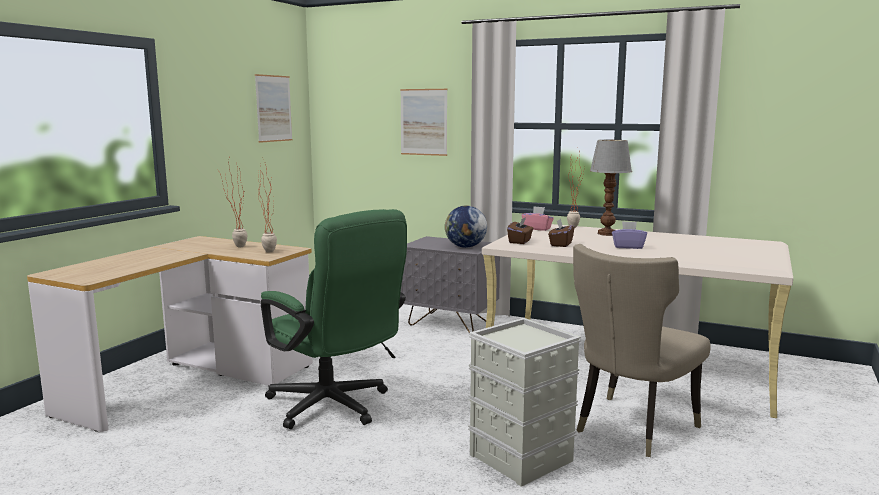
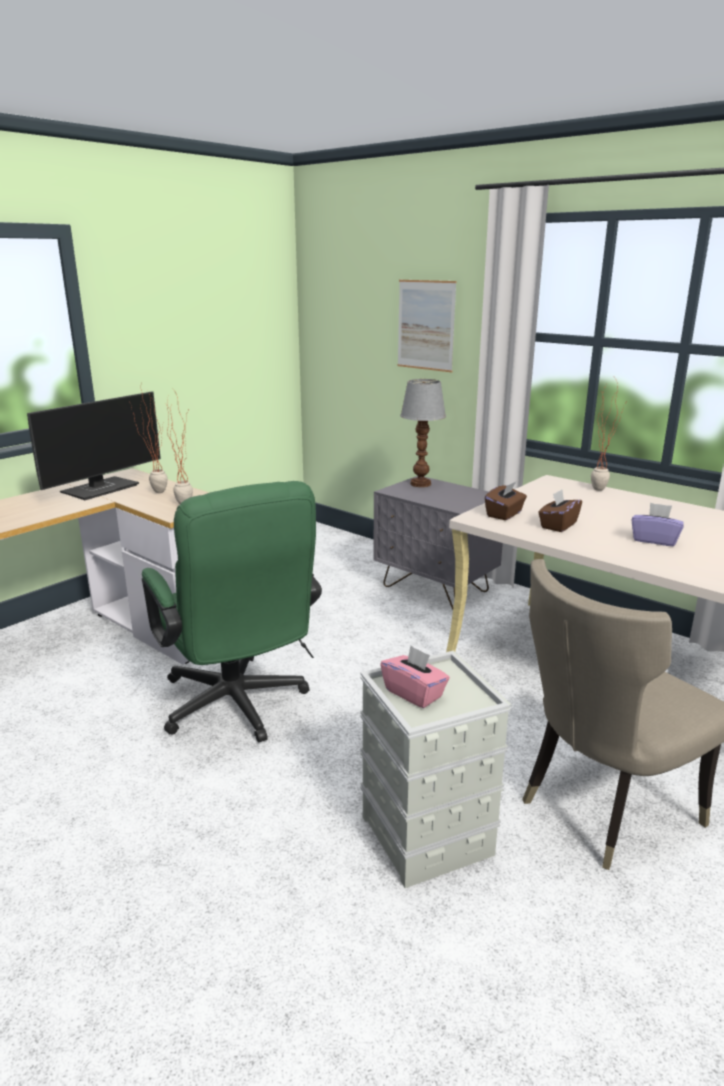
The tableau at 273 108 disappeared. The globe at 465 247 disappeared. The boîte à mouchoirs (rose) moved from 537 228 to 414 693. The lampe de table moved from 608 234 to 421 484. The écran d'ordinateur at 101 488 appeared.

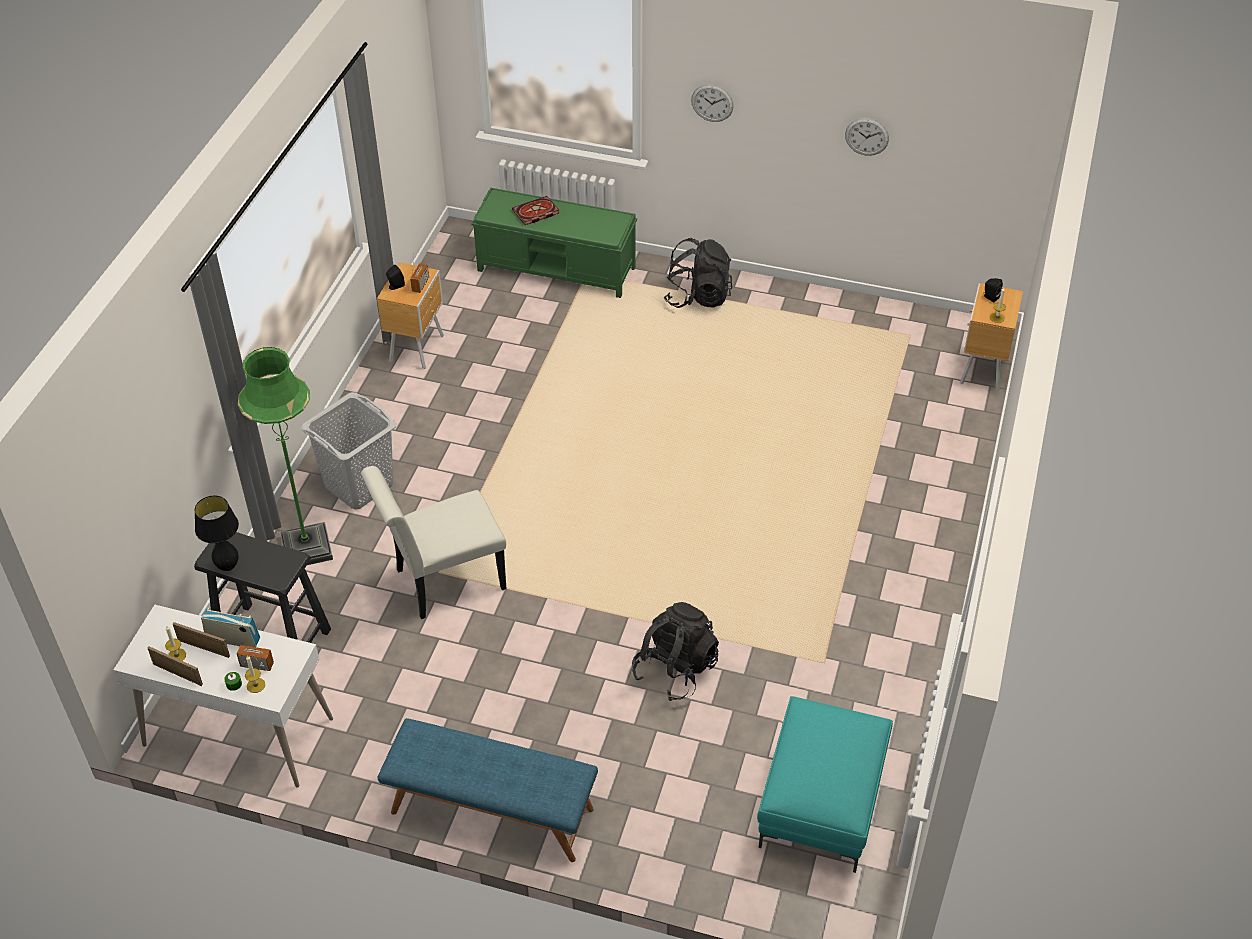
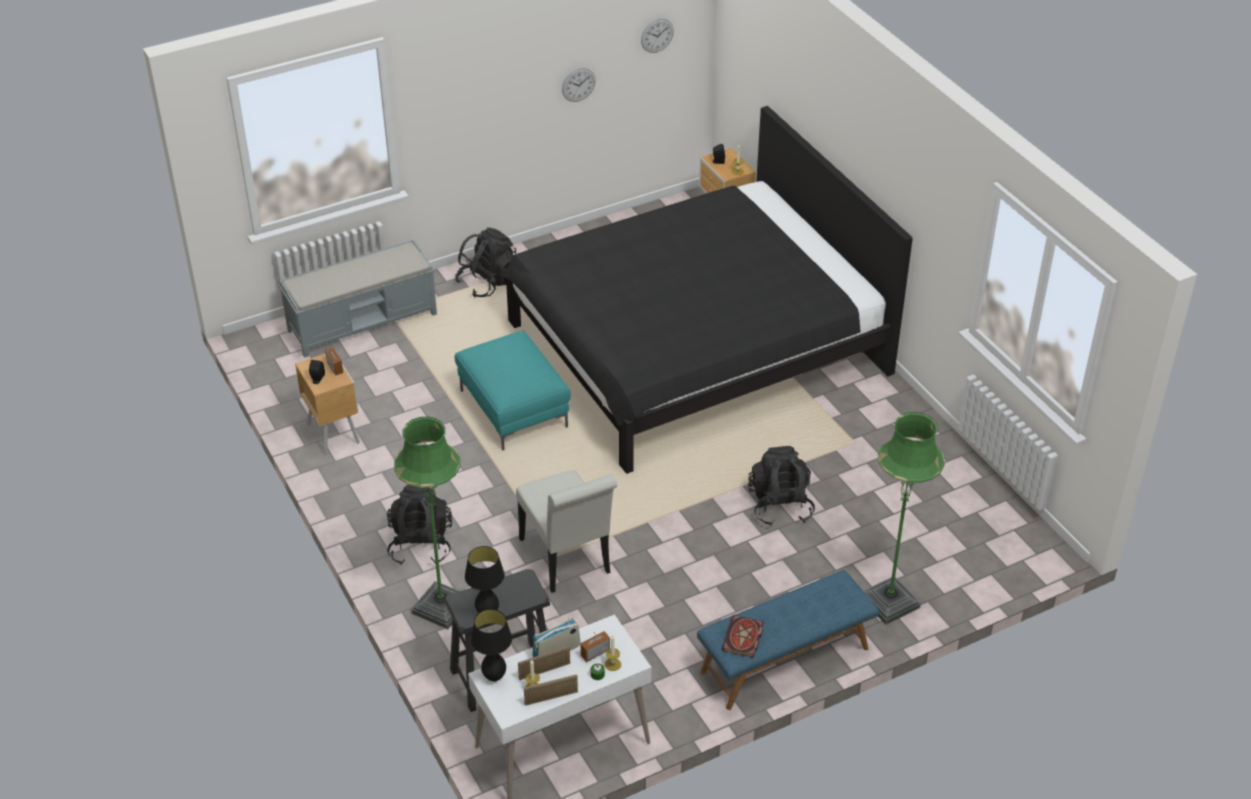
The panier à linge (gris) at 358 485 was replaced by the sac à dos (noir) at 421 545. The chaise (blanc) at 443 582 turned 45 degrees counterclockwise. The banc (vert) at 557 269 became the banc (gris) at 363 322. The livre moved from 535 213 to 743 639. The horloge murale moved from 712 102 to 657 35. The pouf (turquoise) moved from 822 804 to 515 409. The lampe de table (noir) at 494 677 appeared. The lit (noir) at 695 347 appeared. The lampadaire (vert) at 889 602 appeared.

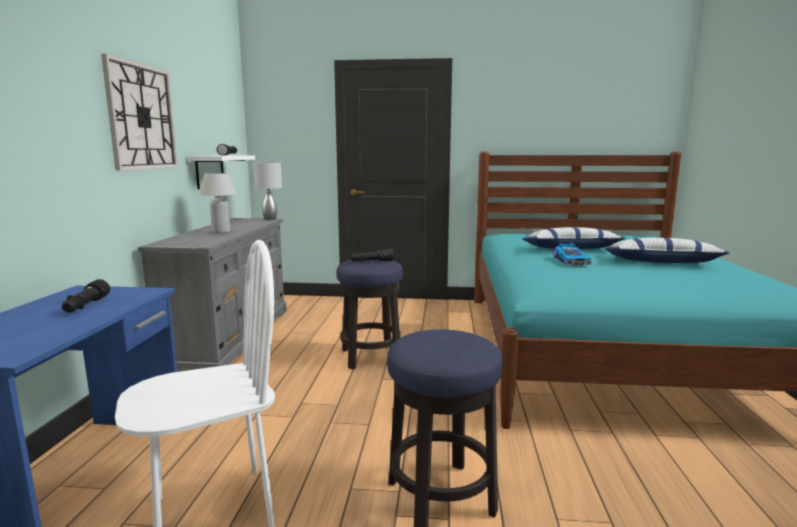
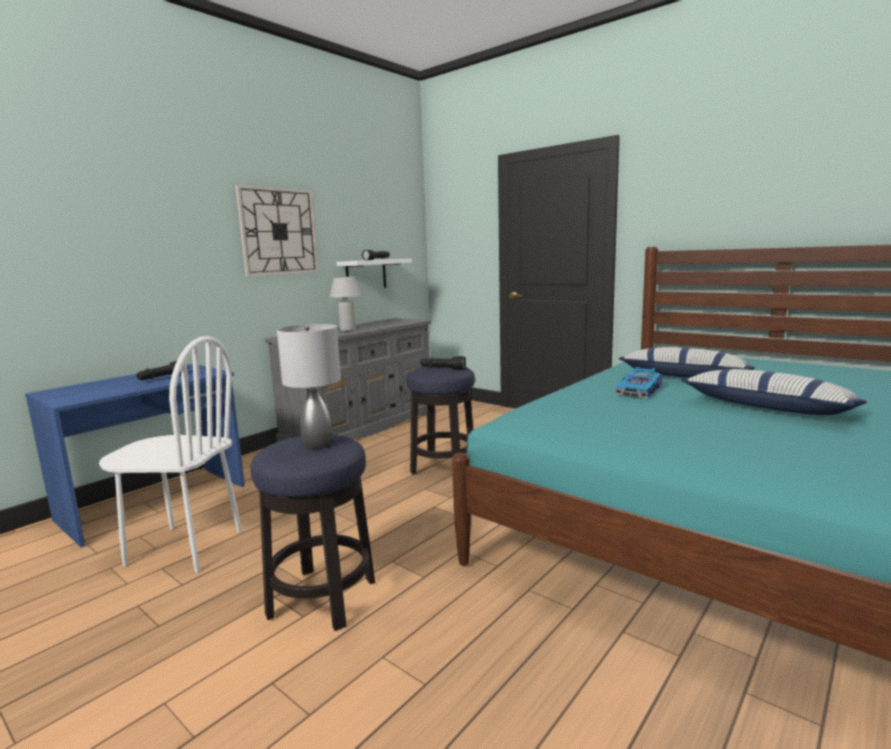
The lampe de table (gris) moved from 270 219 to 318 445.

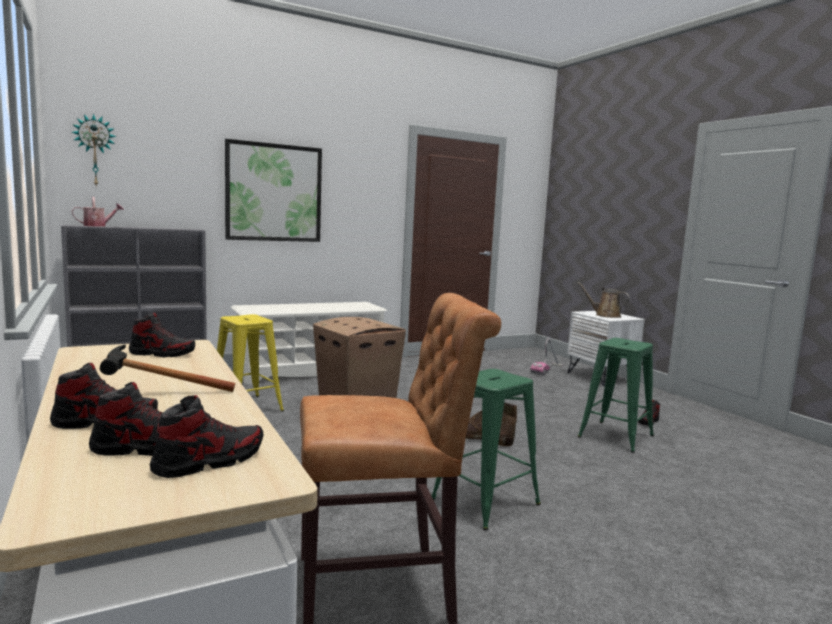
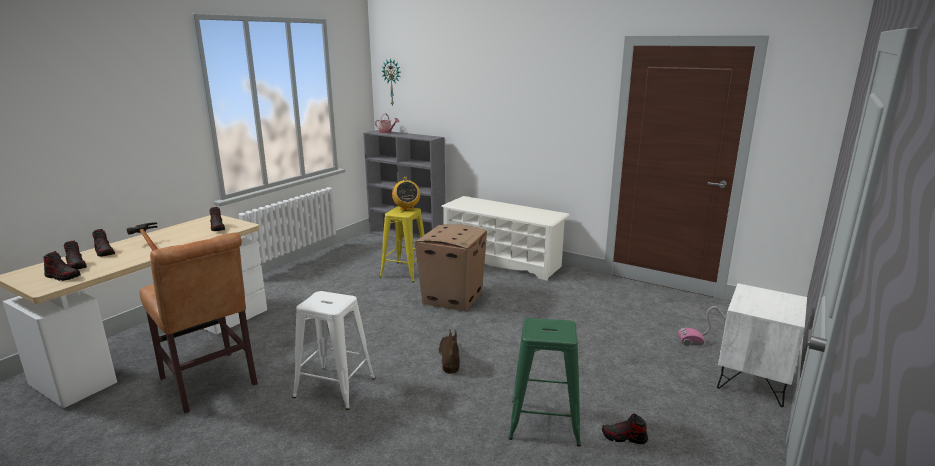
The tableau at 274 193 disappeared. The tabouret (vert) at 485 501 became the tabouret (blanc) at 335 387. The arrosoir (marron) at 605 315 disappeared. The radio at 406 208 appeared.

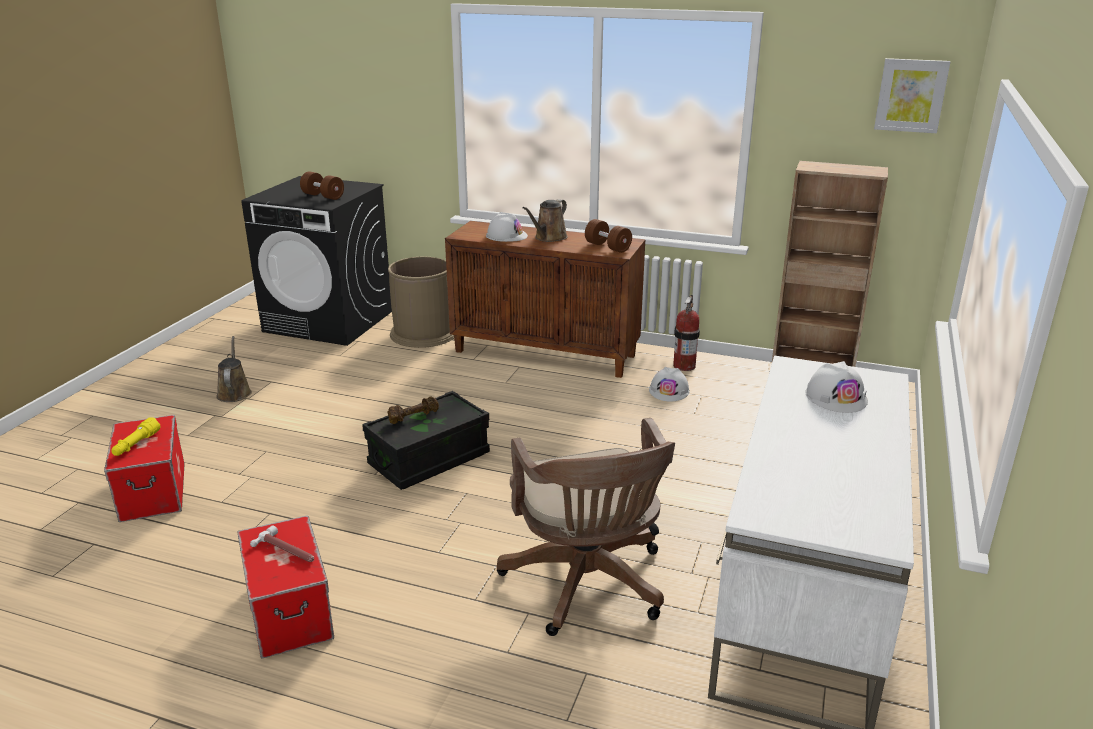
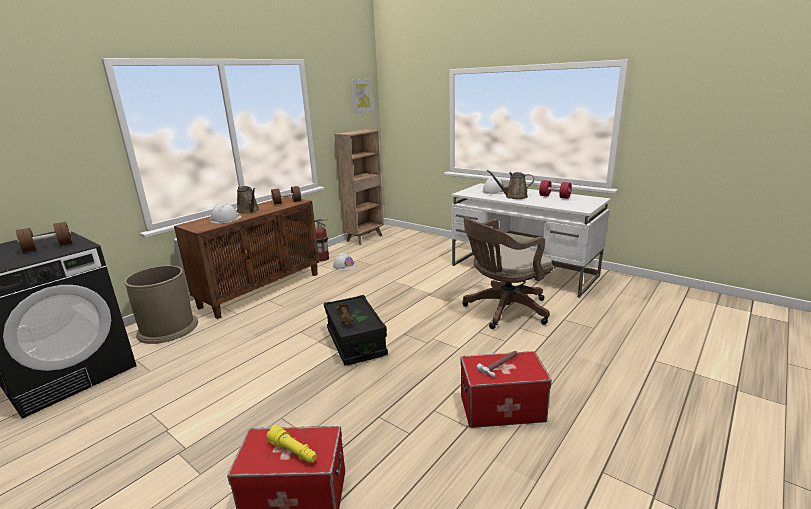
The arrosoir (marron) moved from 234 392 to 514 197. The chaise de bureau (marron) at 588 586 turned 150 degrees clockwise. The haltère (rouge) at 554 197 appeared.

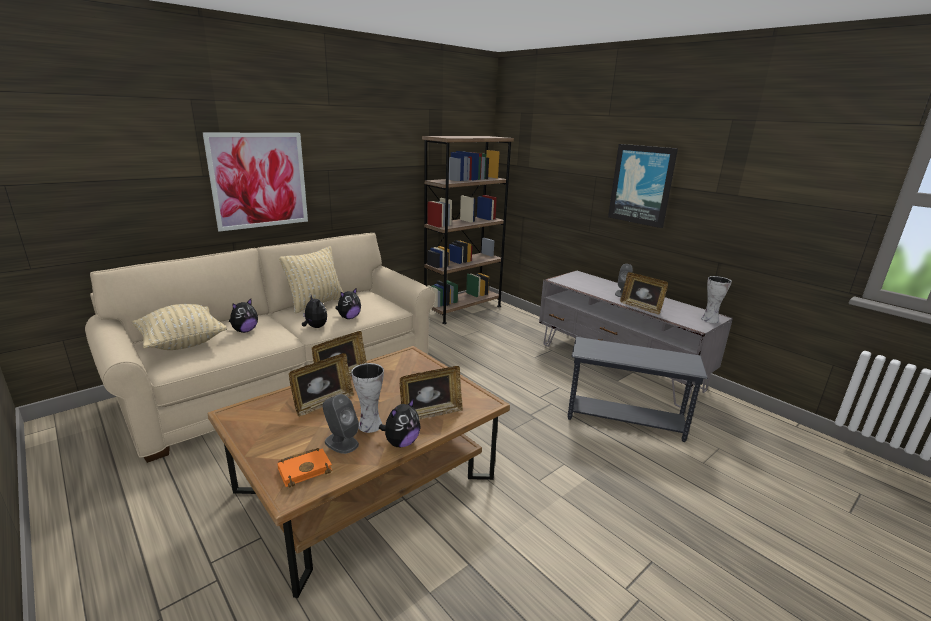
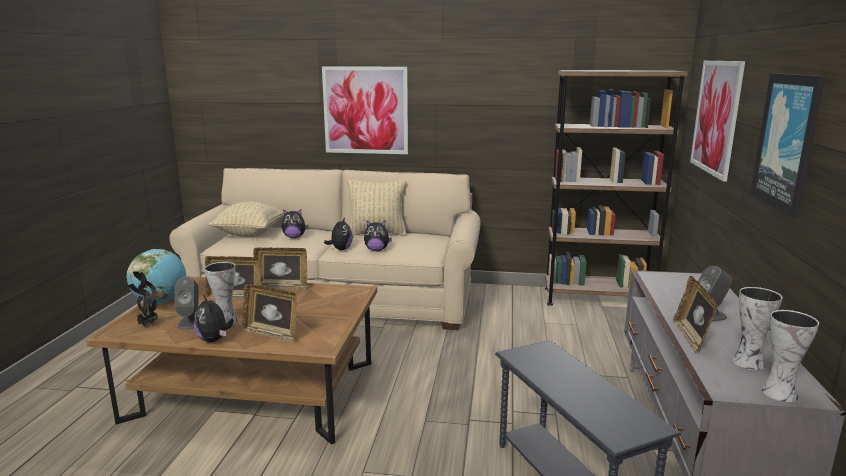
The livre (orange) at 306 469 was replaced by the plante en pot at 147 325. The peluche at 401 442 turned 60 degrees clockwise. The globe at 161 301 appeared. The tableau at 716 117 appeared. The vase at 748 363 appeared.

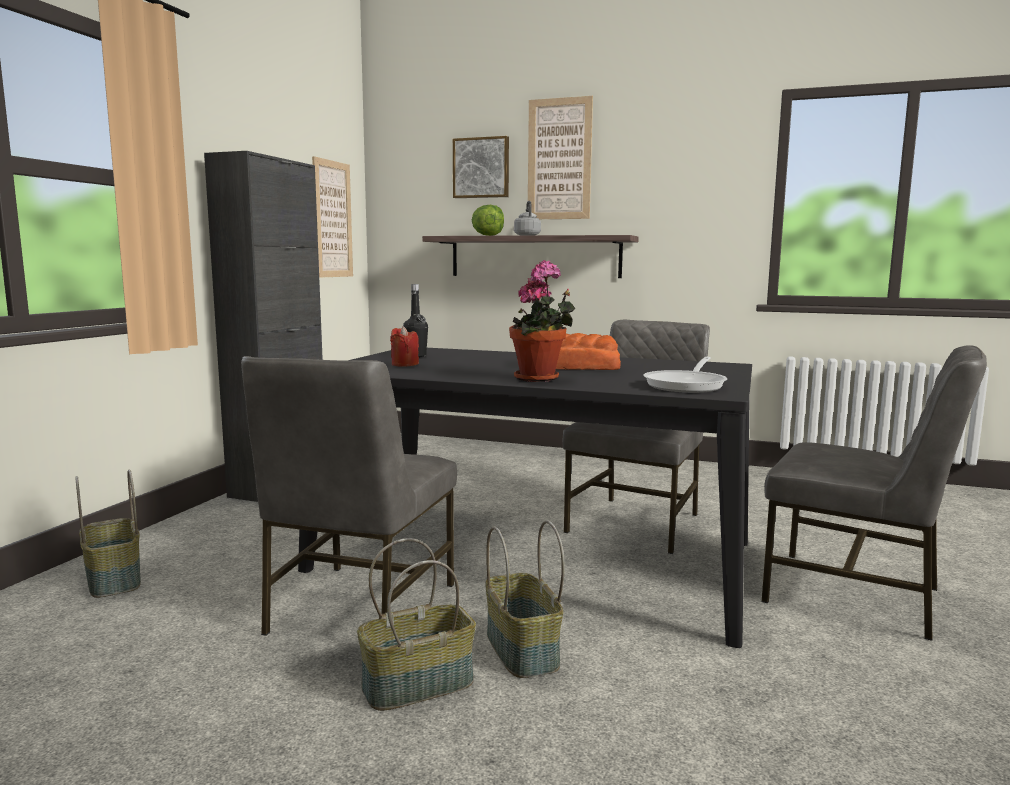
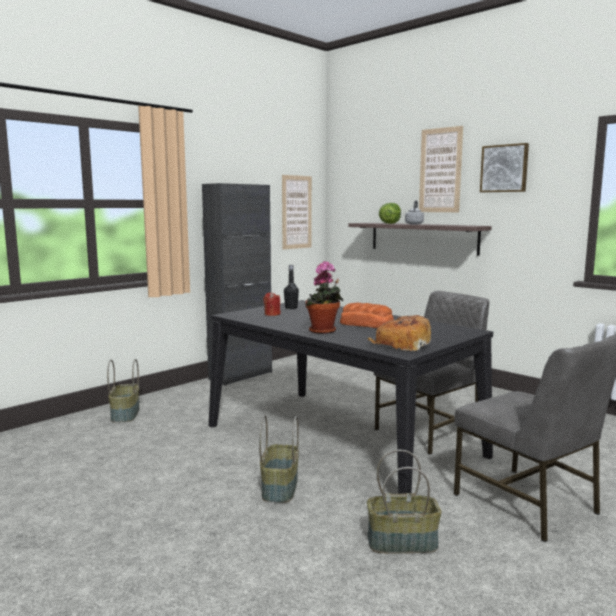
The chaise (gris) at 358 609 disappeared. The panier moved from 418 684 to 402 542. The tableau moved from 481 168 to 504 168. The poêle at 687 385 was replaced by the pain at 401 344.

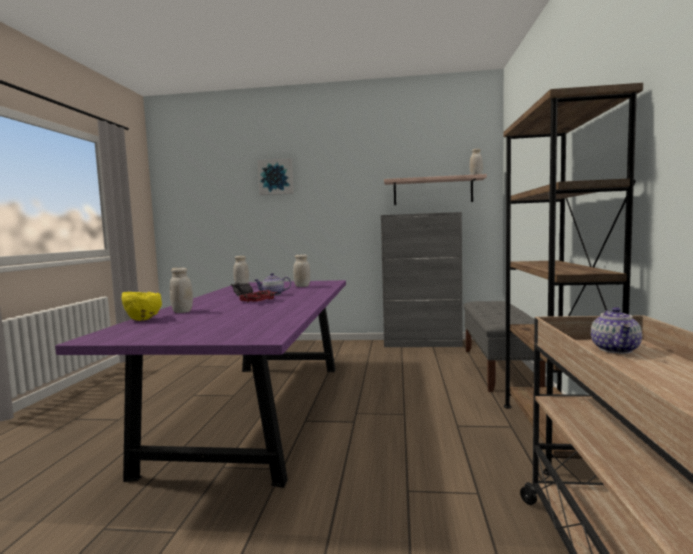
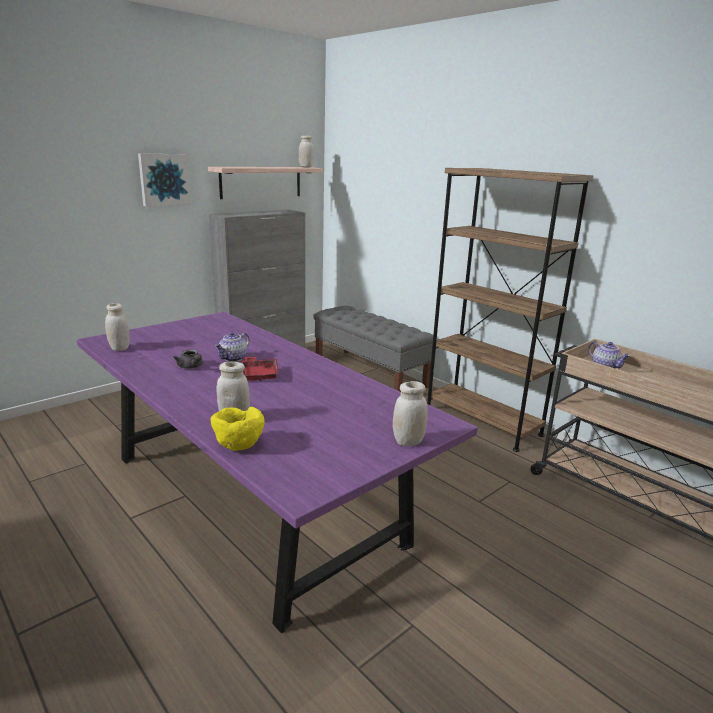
The tableau moved from 276 177 to 164 179. The bocal (blanc) moved from 302 286 to 408 441.

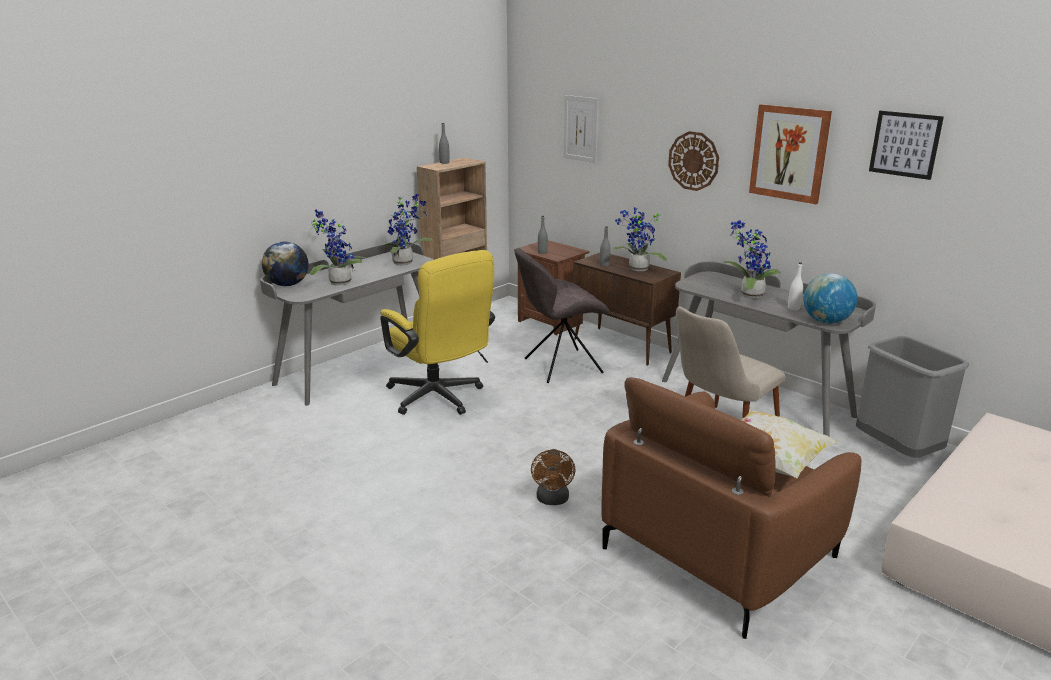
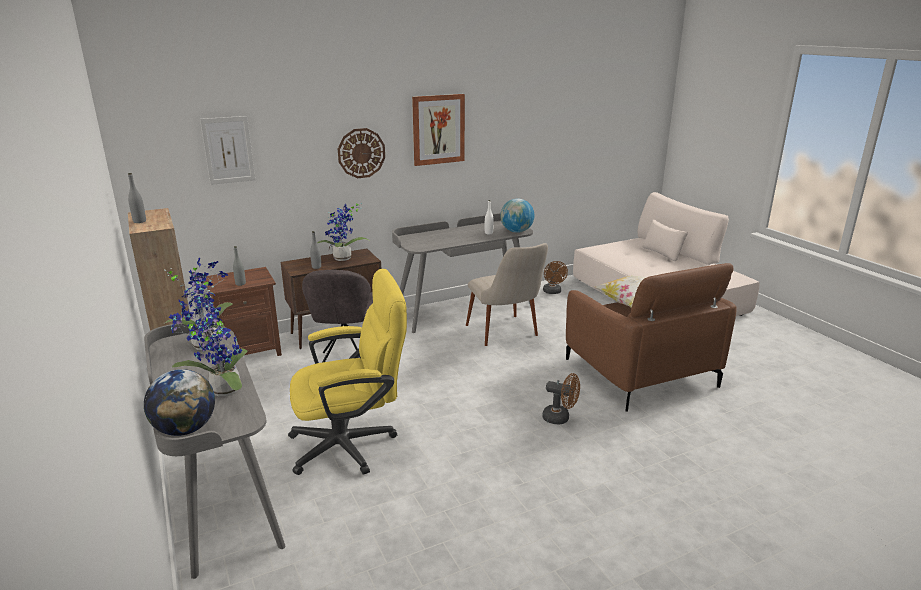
The plante en pot at 748 295 disappeared. The poubelle (gris) at 897 450 was replaced by the ventilateur (marron) at 553 292. The tableau at 905 144 disappeared.

